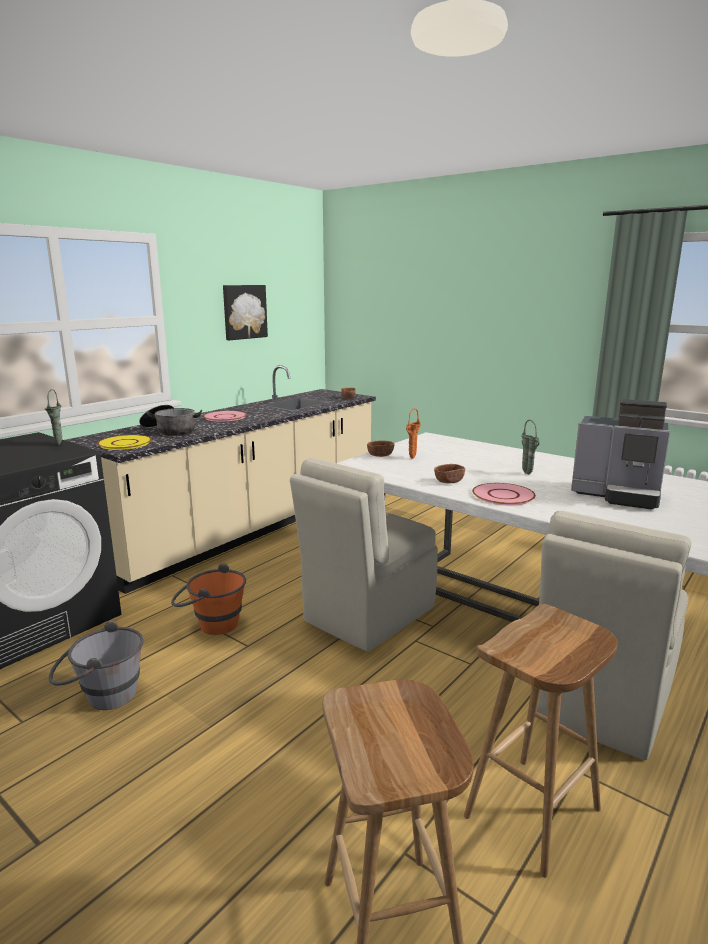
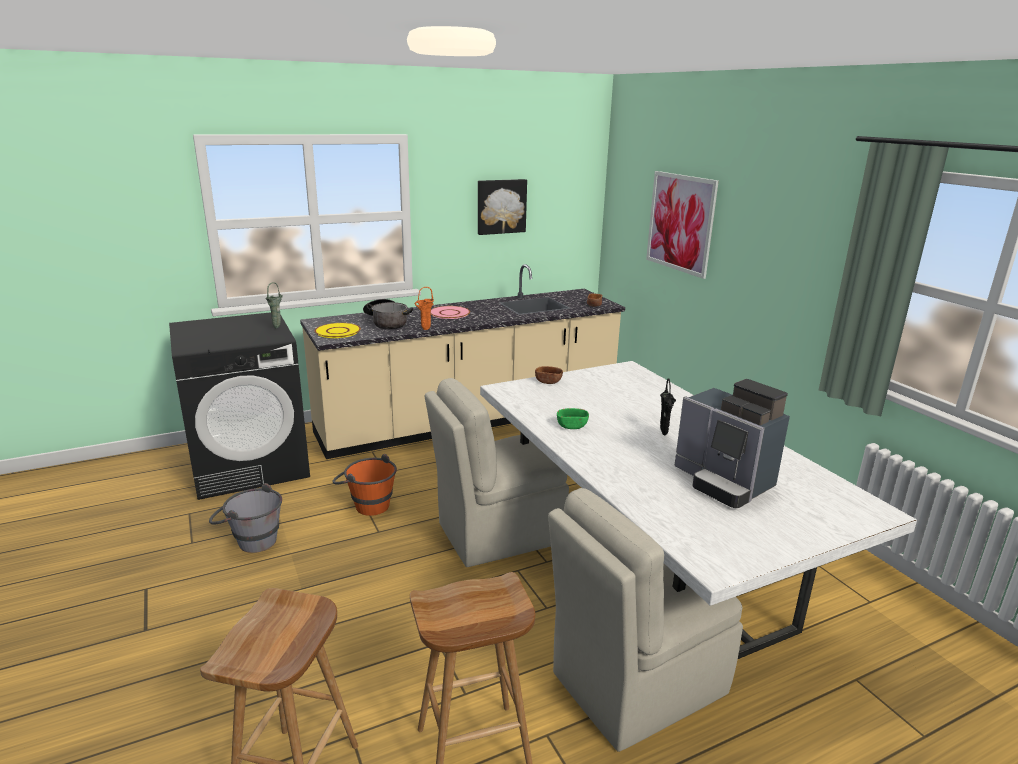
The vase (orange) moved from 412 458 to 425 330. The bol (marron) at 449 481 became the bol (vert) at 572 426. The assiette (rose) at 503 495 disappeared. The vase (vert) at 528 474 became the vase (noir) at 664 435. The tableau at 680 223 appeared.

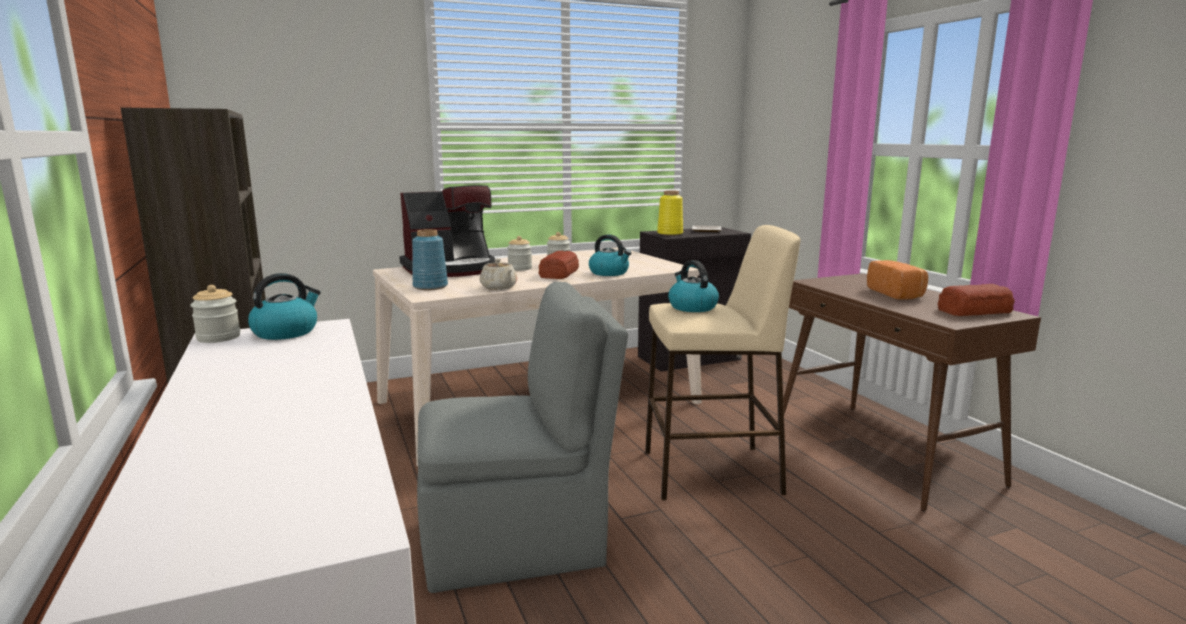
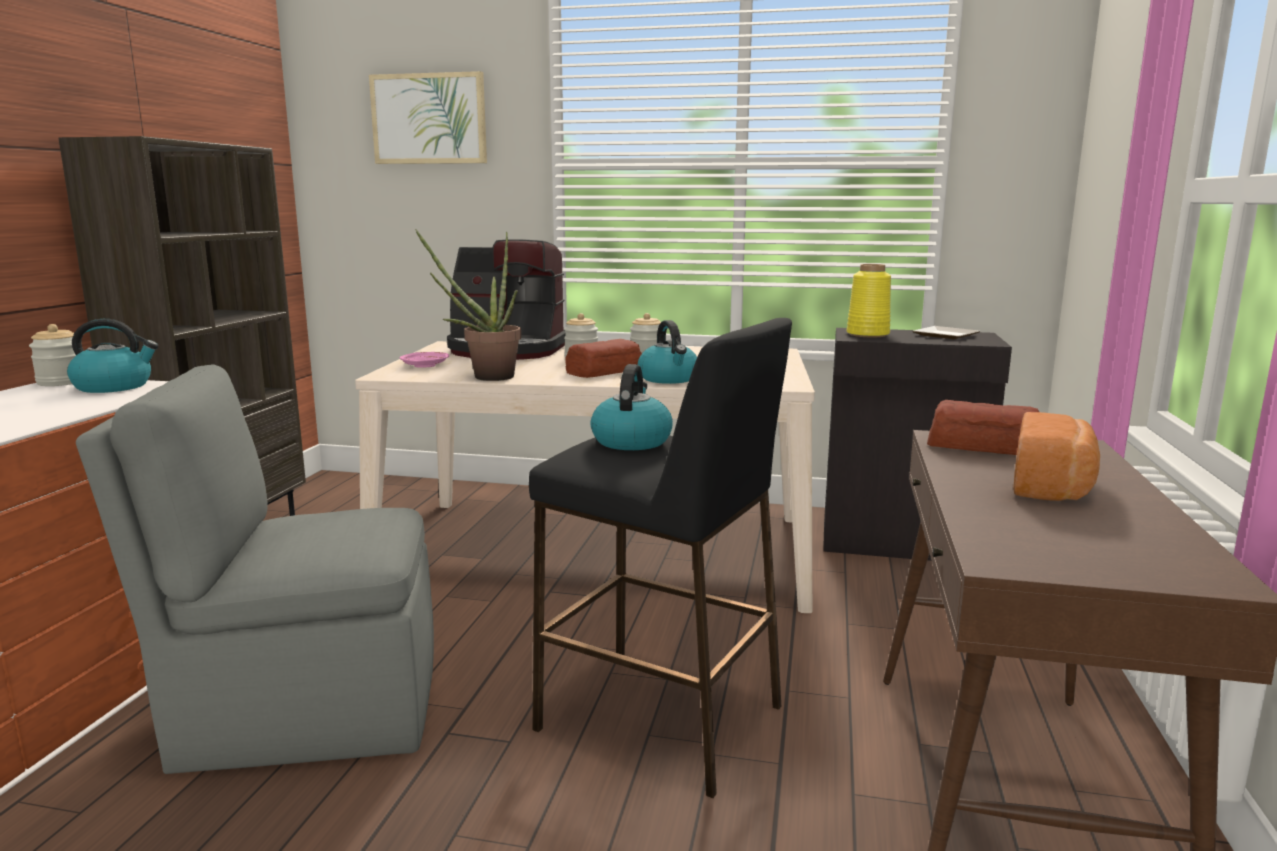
The vase (bleu) at 431 286 was replaced by the assiette (rose) at 425 366. The chaise (gris) at 517 542 turned 150 degrees clockwise. The théière (beige) at 499 287 was replaced by the plante en pot at 485 377. The tabouret (beige) at 712 472 became the tabouret (noir) at 661 718. The pain moved from 975 311 to 985 446. The tableau at 429 119 appeared.

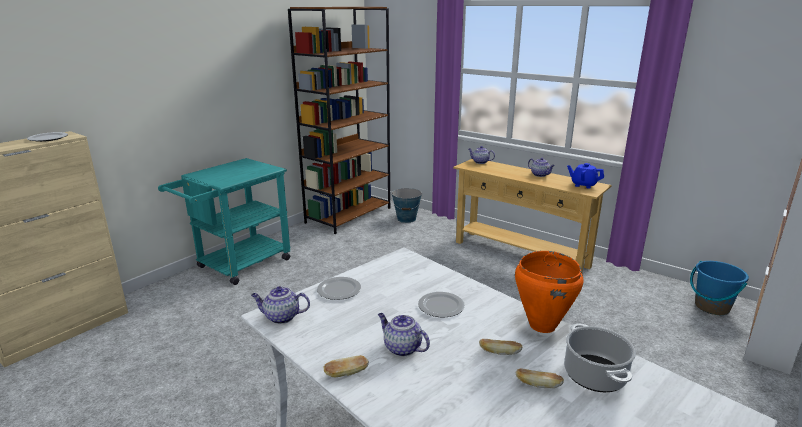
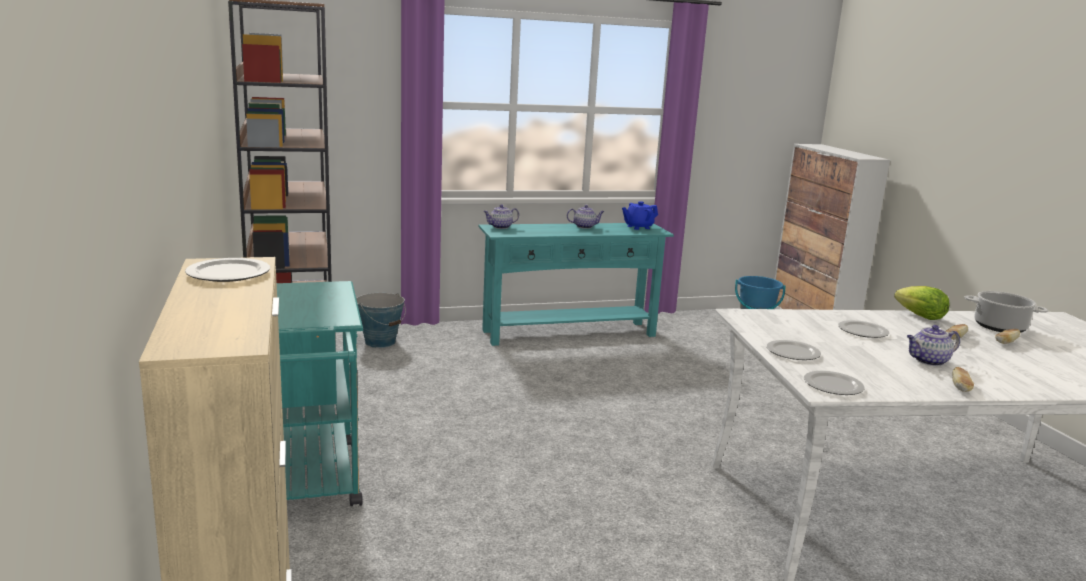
The théière at 281 317 was replaced by the assiette at 833 386. The table console (beige) at 520 254 became the table console (turquoise) at 569 333. The marmite (orange) at 541 325 was replaced by the laitue at 920 316.

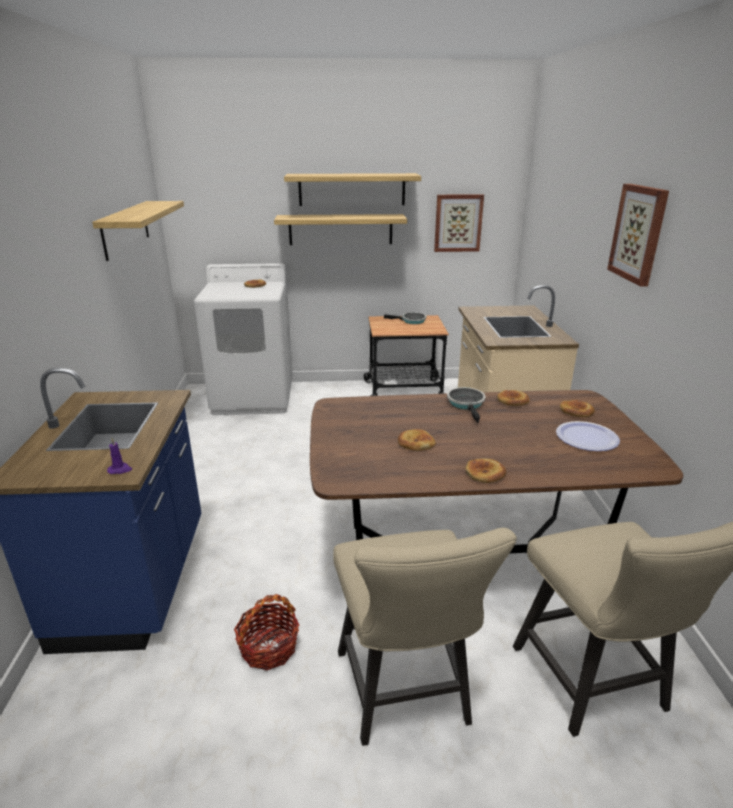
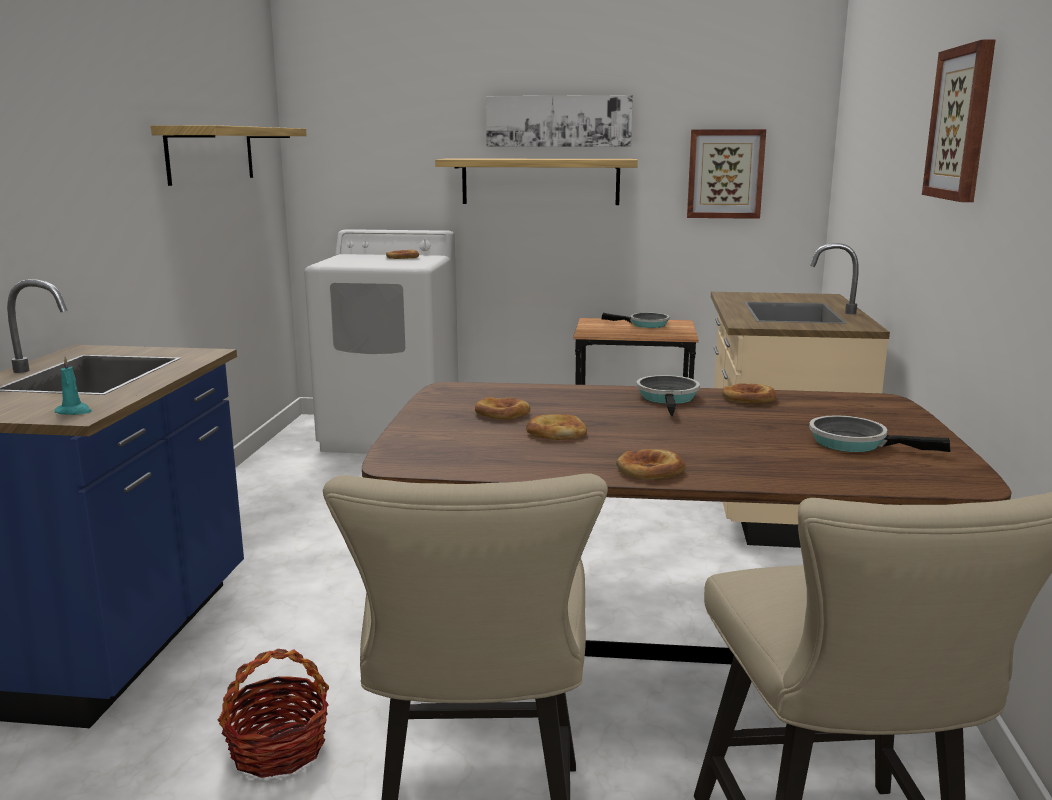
The bougie (violet) at 120 470 became the bougie (turquoise) at 74 412. The étagère at 352 189 was replaced by the tableau at 558 121. The assiette at 586 437 was replaced by the poêle at 854 443. The pain moved from 576 411 to 502 413.

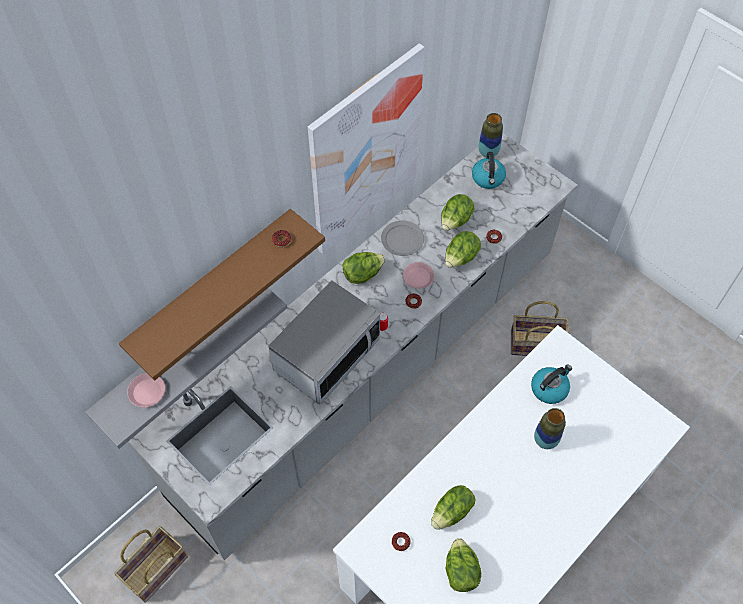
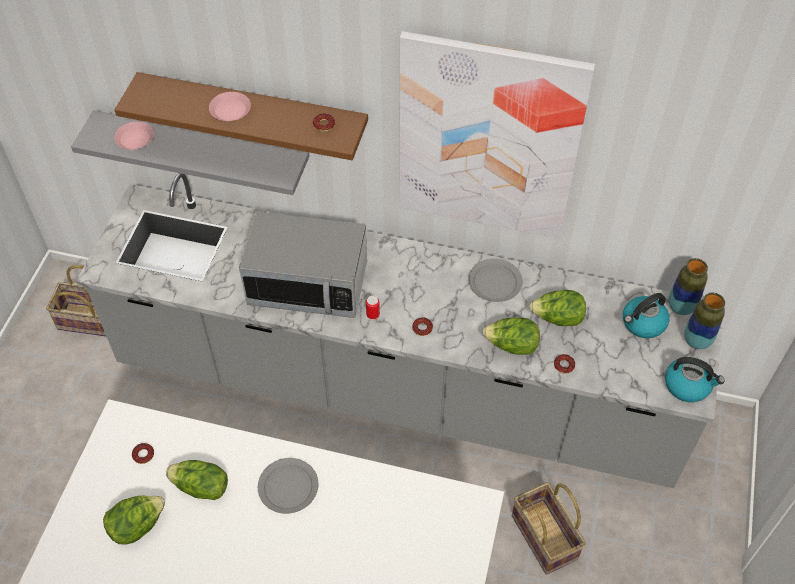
The laitue at 363 274 disappeared. The assiette (rose) moved from 418 277 to 230 110. The bouilloire moved from 549 388 to 688 385. The vase moved from 545 440 to 697 340. The assiette (gris) at 288 486 appeared.

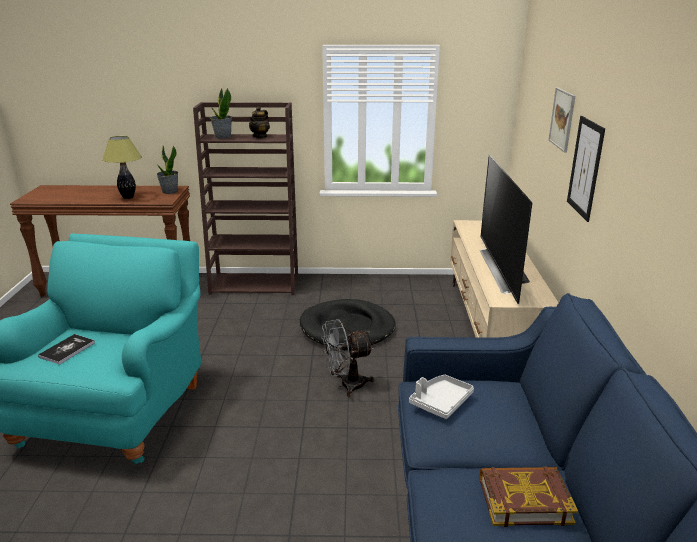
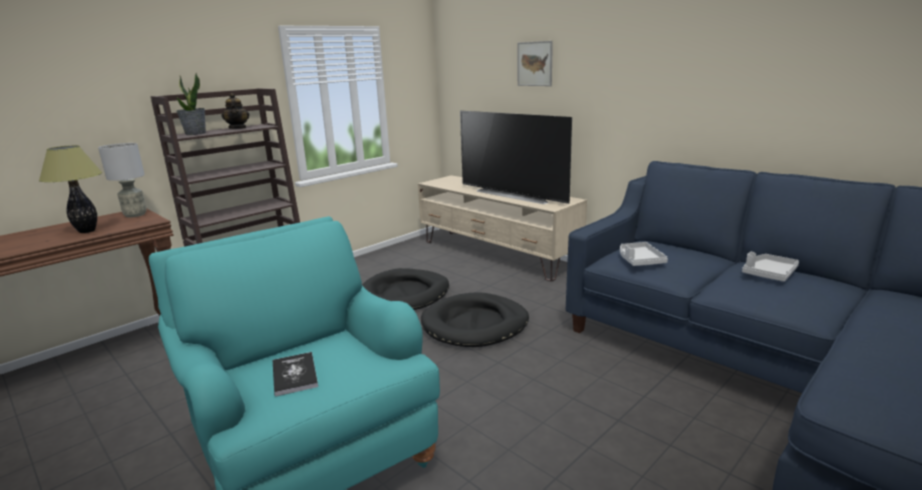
The plante en pot at 169 191 was replaced by the lampe de table (gris) at 135 215. The ventilateur (gris) at 346 385 was replaced by the panier pour chien (noir) at 475 324. The livre at 524 500 was replaced by the plateau (gris) at 769 274. The tableau at 585 167 disappeared.

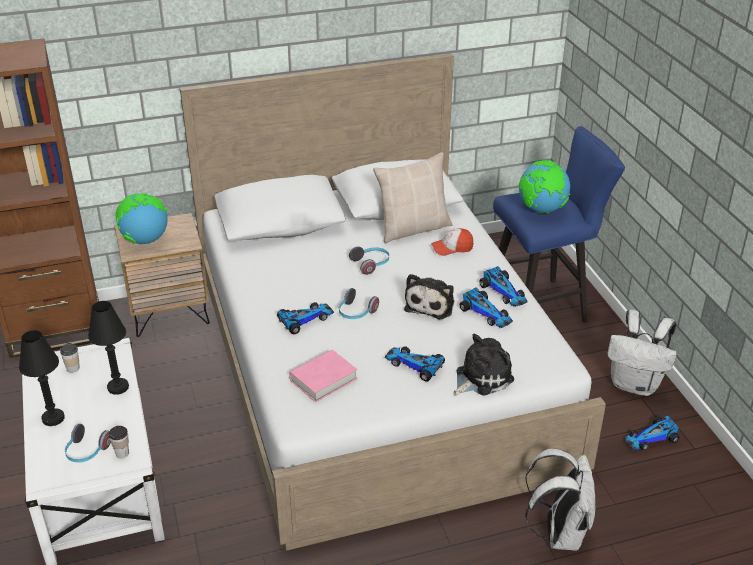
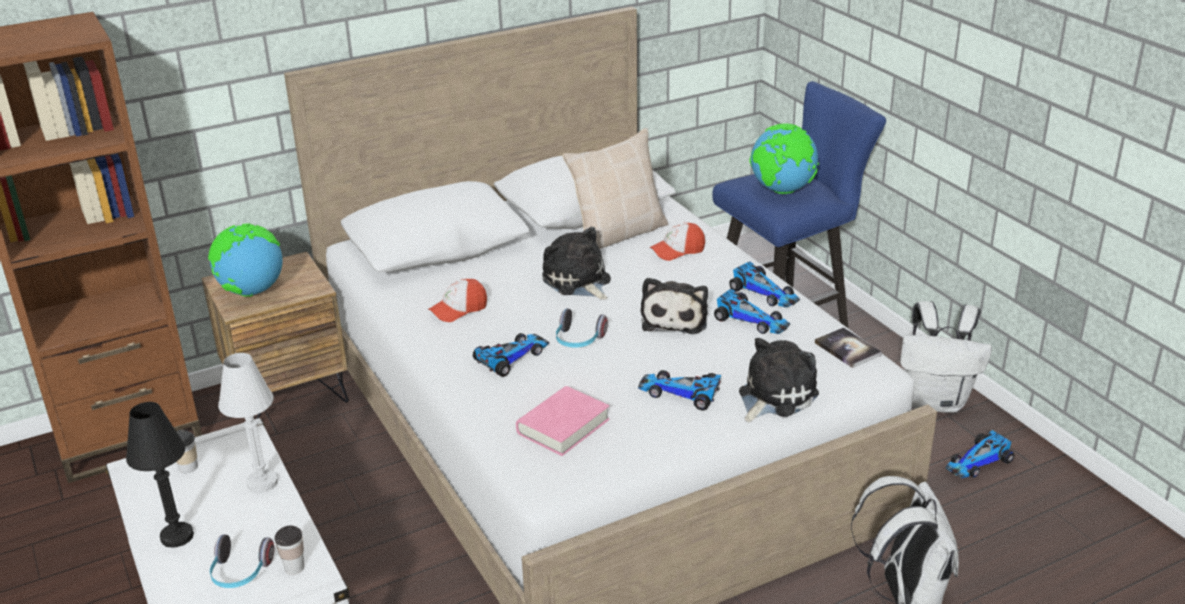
The lampe de table (noir) at 118 387 became the lampe de table (blanc) at 262 483. The casque audio at 371 264 was replaced by the peluche at 578 281. The casquette at 458 309 appeared. The livre at 847 349 appeared.

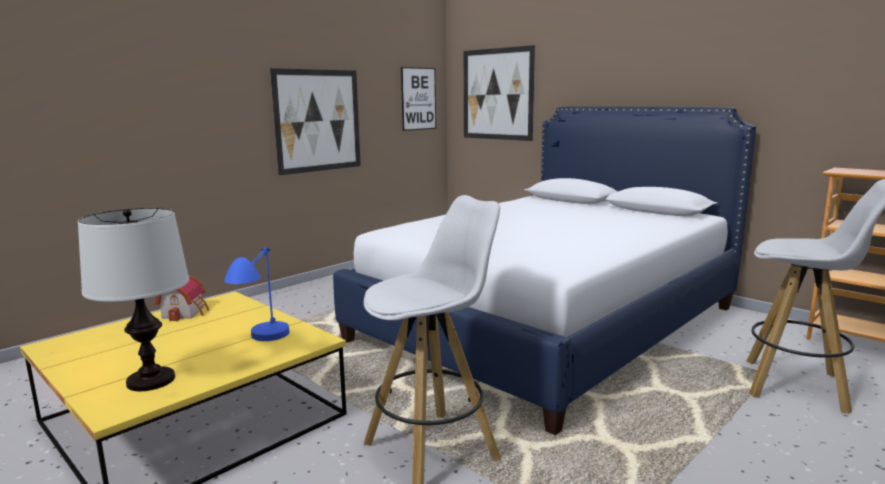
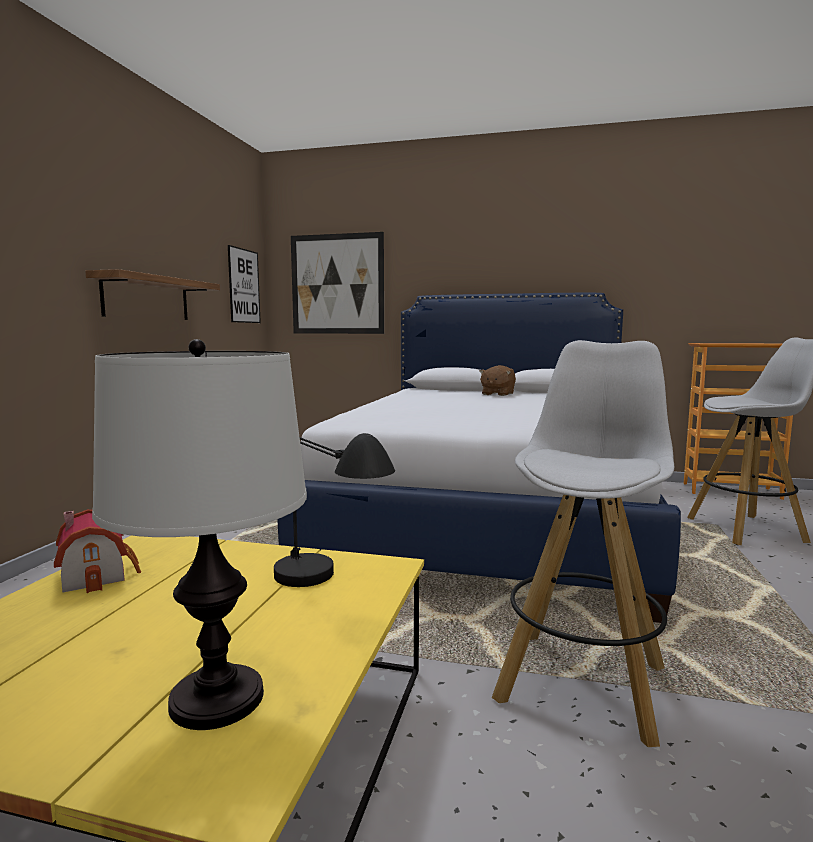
The lampe de table (bleu) at 263 347 became the lampe de table (noir) at 327 594. The tableau at 318 121 was replaced by the étagère at 147 298. The peluche (marron) at 497 394 appeared.

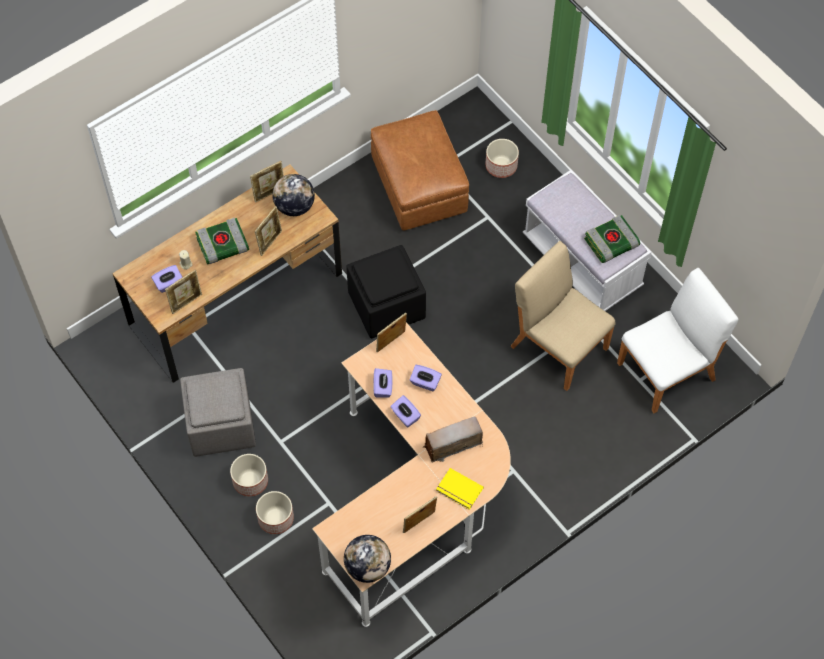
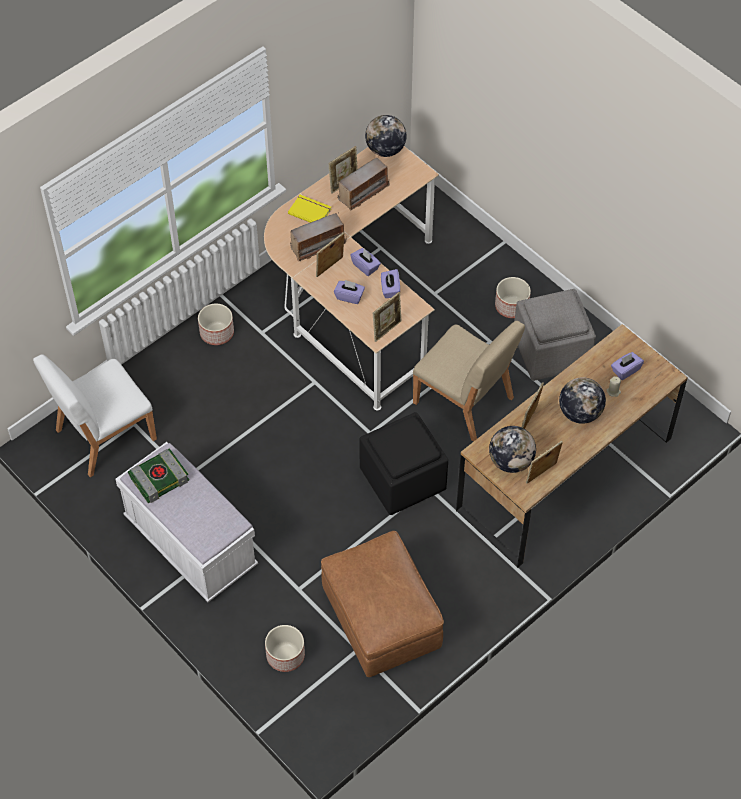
The cadre photo moved from 186 302 to 330 268. The livre at 222 246 was replaced by the globe at 580 413. The cache-pot moved from 276 518 to 216 332. The chaise (beige) moved from 558 346 to 464 401. The radio at 363 192 appeared.

